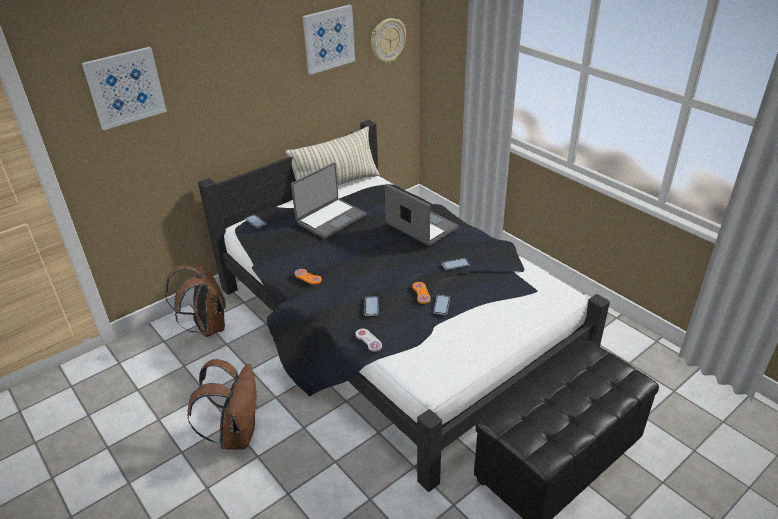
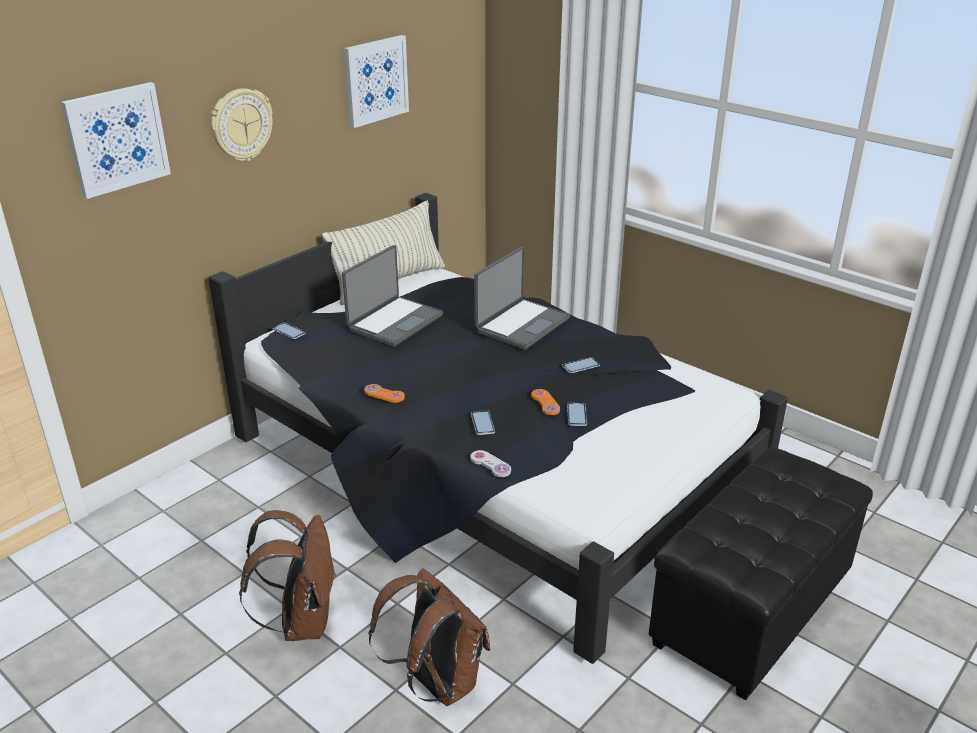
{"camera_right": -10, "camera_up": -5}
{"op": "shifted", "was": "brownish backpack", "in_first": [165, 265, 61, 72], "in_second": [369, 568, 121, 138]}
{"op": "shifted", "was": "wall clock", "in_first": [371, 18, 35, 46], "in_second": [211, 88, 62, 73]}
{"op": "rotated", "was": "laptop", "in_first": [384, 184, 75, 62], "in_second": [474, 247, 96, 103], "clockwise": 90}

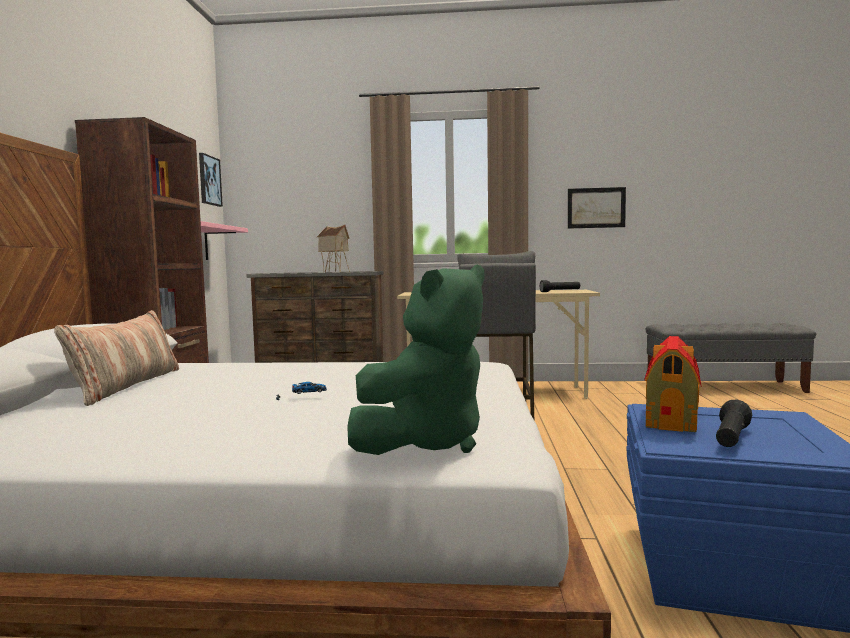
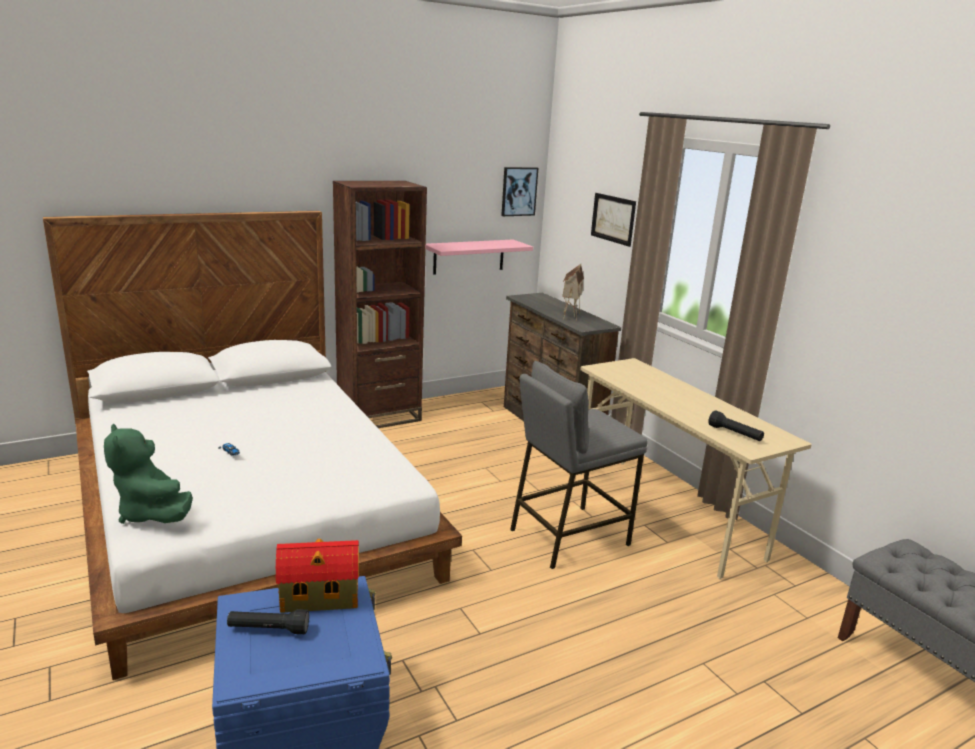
{"camera_right": 55, "camera_up": 15}
{"op": "gone", "was": "throw pillow", "in_first": [54, 310, 125, 96]}
{"op": "rotated", "was": "green-coloured cuddly toy", "in_first": [347, 265, 138, 190], "in_second": [104, 424, 89, 100], "clockwise": 45}
{"op": "shifted", "was": "picture", "in_first": [568, 187, 58, 42], "in_second": [591, 193, 45, 54]}

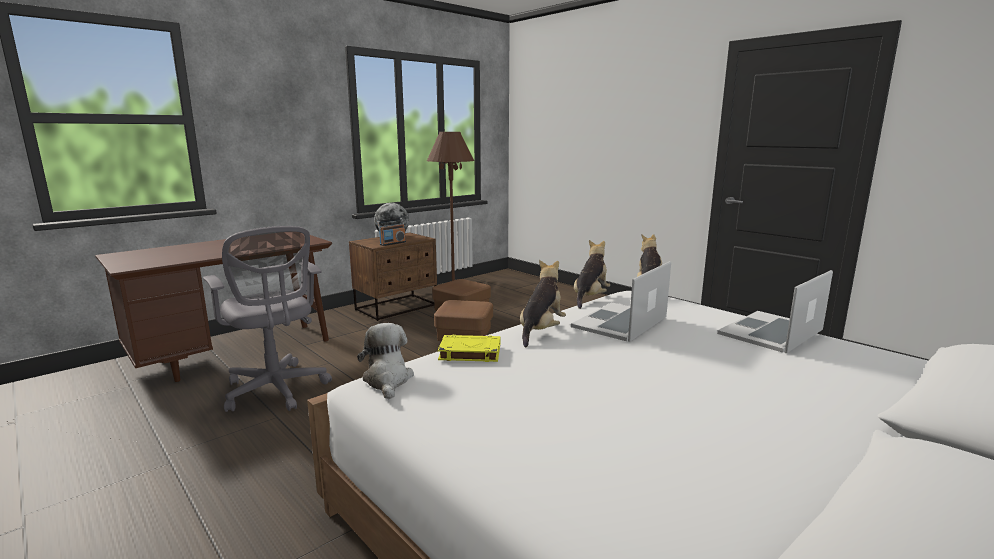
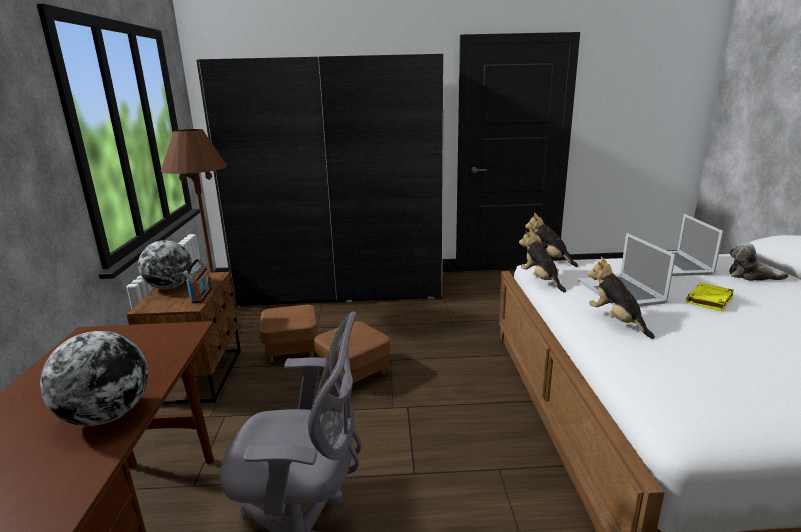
{"camera_right": -50, "camera_up": 5}
{"op": "shifted", "was": "cuddly toy", "in_first": [357, 323, 57, 77], "in_second": [729, 242, 60, 39]}
{"op": "shifted", "was": "yellowish bound book", "in_first": [438, 335, 62, 27], "in_second": [686, 283, 48, 28]}
{"op": "new", "now": "world globe", "in_second": [40, 331, 108, 95]}
{"op": "new", "now": "gray armoire", "in_second": [196, 54, 248, 253]}

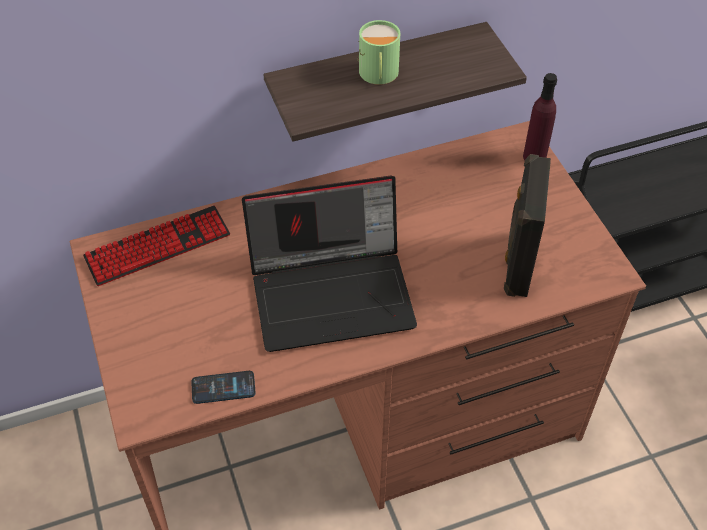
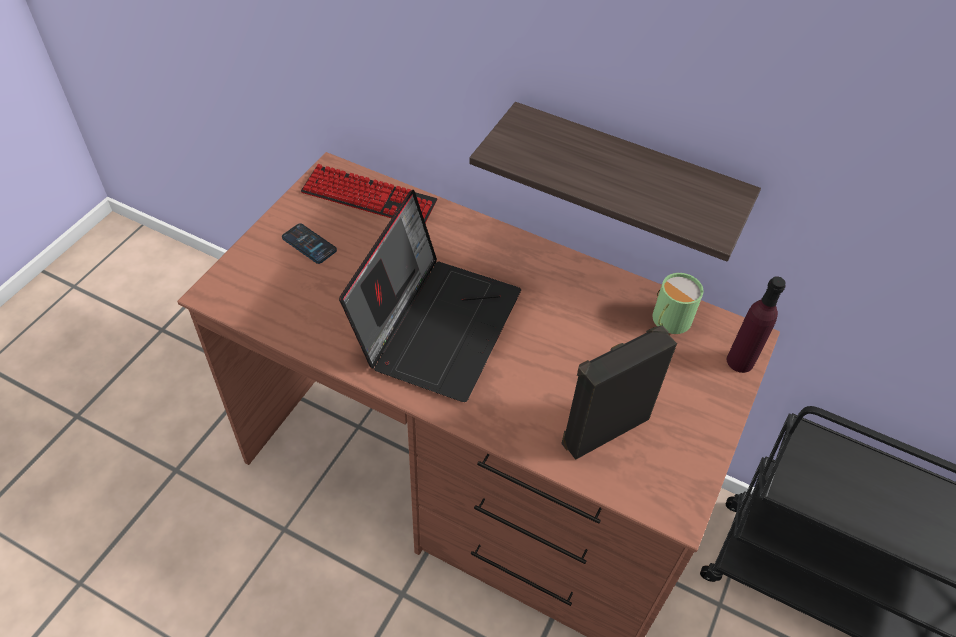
{"camera_right": 45, "camera_up": 0}
{"op": "shifted", "was": "telephone", "in_first": [191, 371, 65, 33], "in_second": [282, 223, 55, 41]}
{"op": "rotated", "was": "laptop", "in_first": [242, 176, 175, 176], "in_second": [339, 190, 182, 212], "clockwise": -105}
{"op": "shifted", "was": "green-coloured tea mug", "in_first": [358, 20, 42, 65], "in_second": [653, 273, 50, 61]}

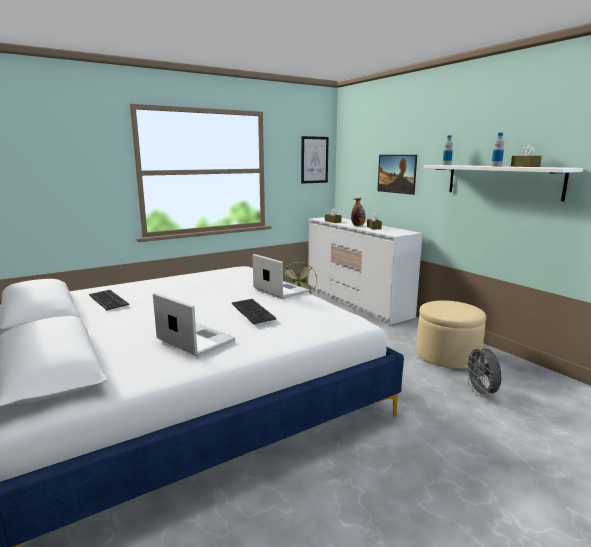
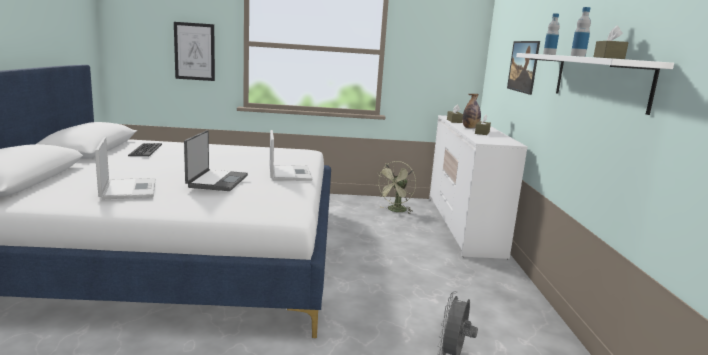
{"camera_right": 30, "camera_up": 0}
{"op": "swapped", "was": "keyboard", "now": "laptop", "in_first": [232, 299, 44, 25], "in_second": [184, 130, 64, 61]}
{"op": "shifted", "was": "picture", "in_first": [301, 136, 28, 48], "in_second": [174, 22, 41, 59]}
{"op": "gone", "was": "beige ottoman", "in_first": [416, 301, 70, 68]}

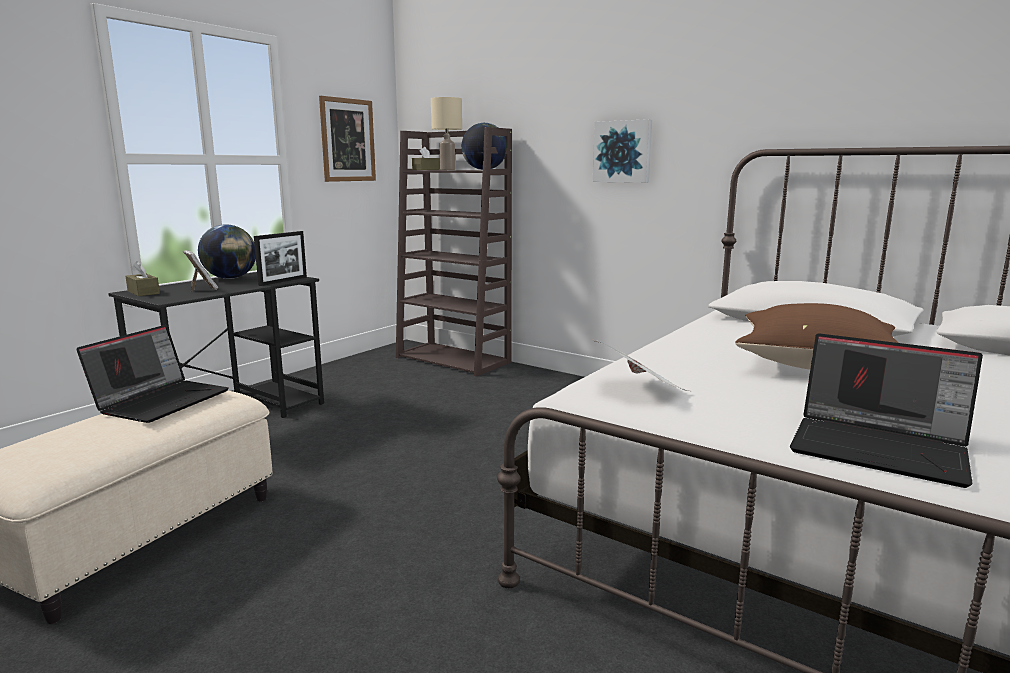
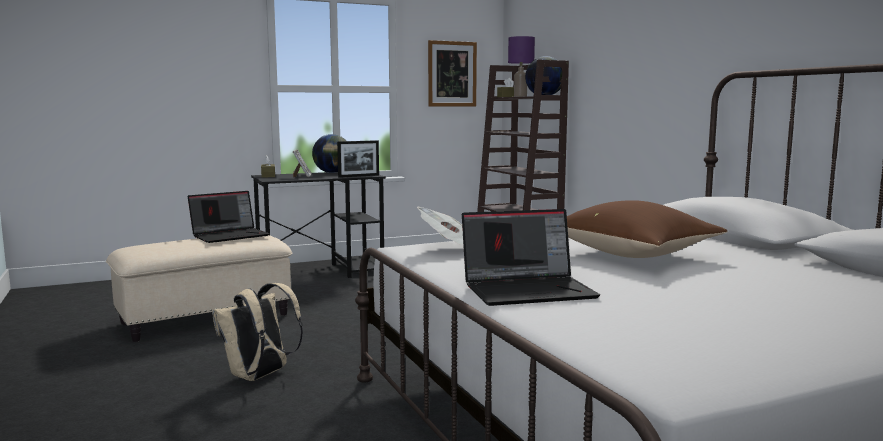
{"camera_right": 30, "camera_up": -5}
{"op": "repainted", "was": "beige table lamp", "now": "purple-coloured table lamp", "in_first": [431, 97, 31, 73], "in_second": [508, 36, 27, 61]}
{"op": "gone", "was": "picture", "in_first": [593, 119, 59, 64]}
{"op": "rotated", "was": "laptop", "in_first": [790, 333, 193, 155], "in_second": [462, 209, 138, 97], "clockwise": -75}
{"op": "new", "now": "beige backpack", "in_second": [212, 283, 91, 98]}

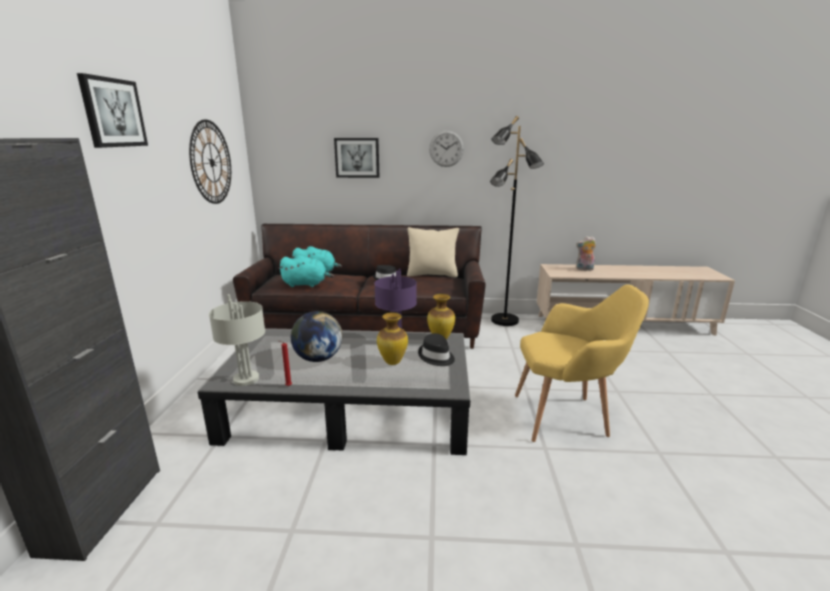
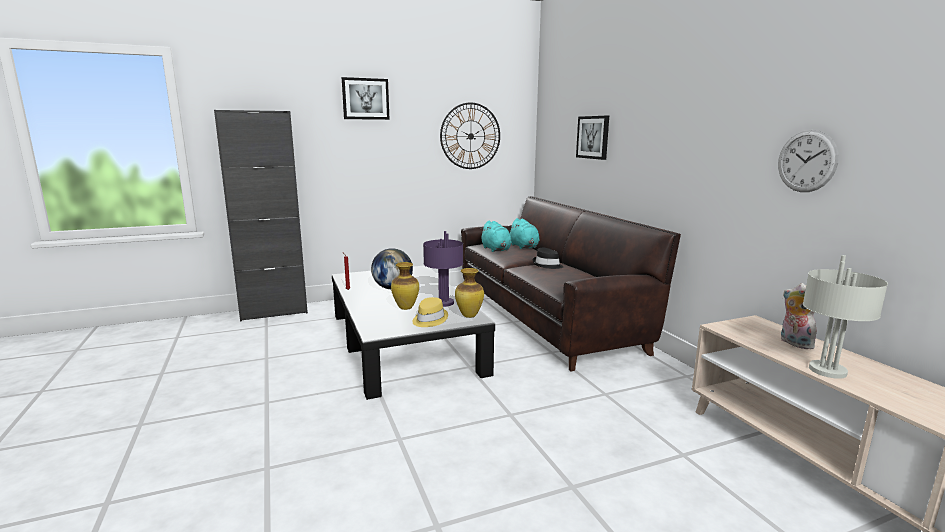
{"camera_right": 65, "camera_up": -5}
{"op": "shifted", "was": "gray table lamp", "in_first": [209, 294, 56, 92], "in_second": [803, 255, 85, 124]}
{"op": "gone", "was": "beige throw pillow", "in_first": [407, 227, 52, 50]}
{"op": "repainted", "was": "black-coloured clothing hat", "now": "yellowish clothing hat", "in_first": [418, 333, 37, 33], "in_second": [412, 297, 36, 30]}
{"op": "shifted", "was": "wall clock", "in_first": [429, 130, 35, 37], "in_second": [778, 130, 61, 62]}
{"op": "gone", "was": "black-coloured floor lamp", "in_first": [490, 116, 54, 210]}
{"op": "gone", "was": "yellowish armchair", "in_first": [515, 284, 134, 158]}

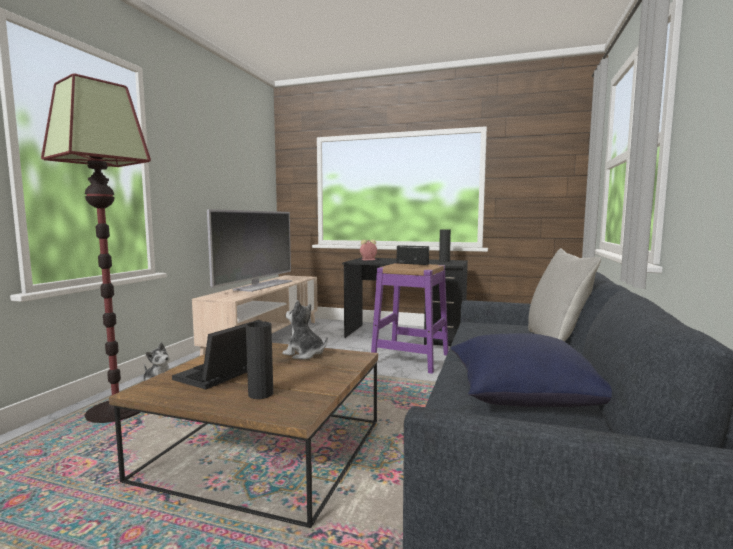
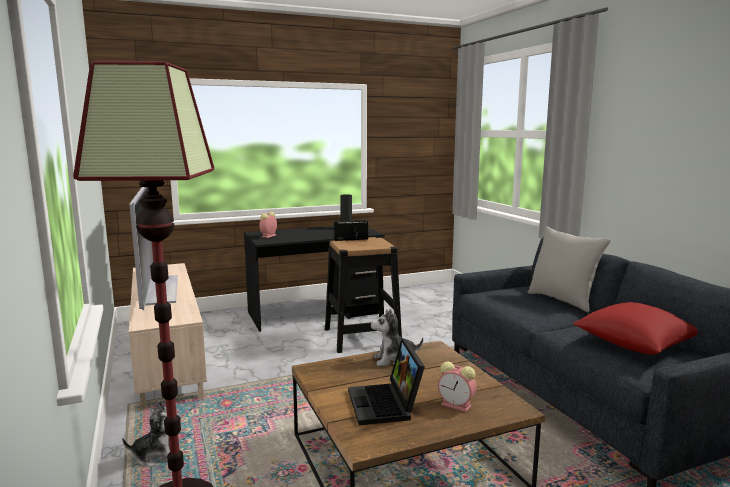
{"camera_right": -40, "camera_up": 5}
{"op": "swapped", "was": "black-coloured flower vase", "now": "table clock", "in_first": [246, 321, 27, 78], "in_second": [438, 361, 39, 51]}
{"op": "repainted", "was": "purple-coloured stool", "now": "black-coloured stool", "in_first": [371, 263, 78, 111], "in_second": [325, 237, 77, 116]}
{"op": "repainted", "was": "blue throw pillow", "now": "red throw pillow", "in_first": [451, 333, 161, 74], "in_second": [573, 302, 125, 53]}

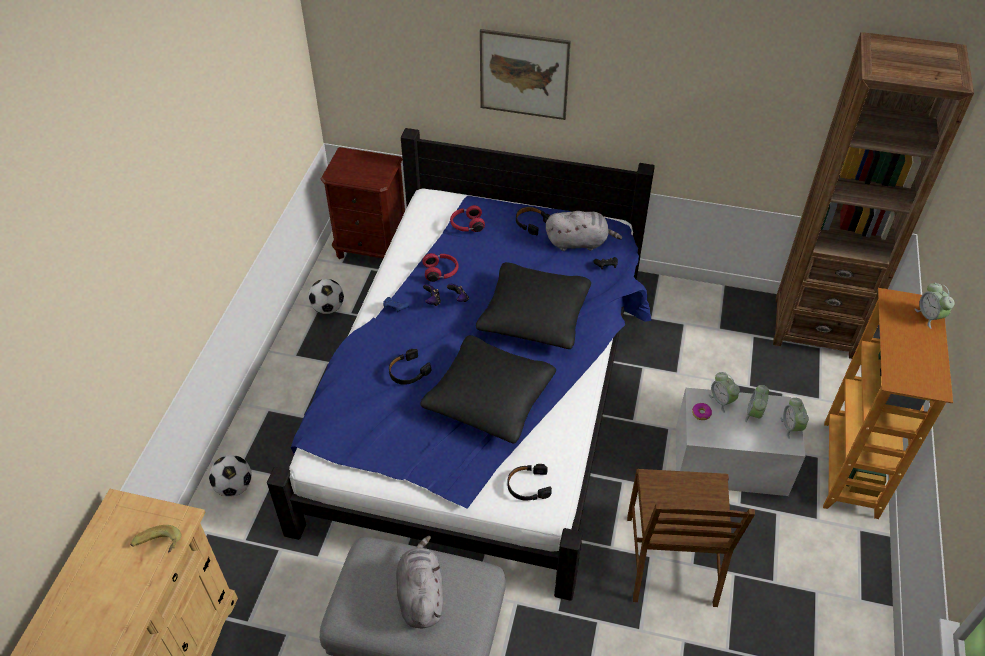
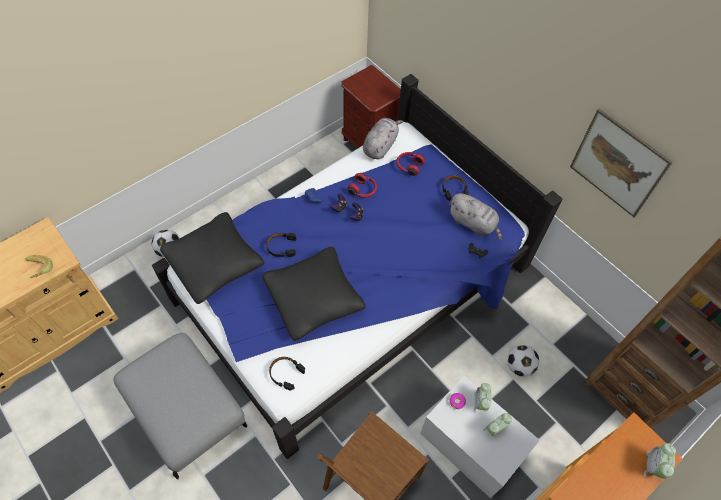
{"camera_right": 35, "camera_up": 10}
{"op": "shifted", "was": "football ball", "in_first": [308, 279, 36, 35], "in_second": [507, 345, 32, 32]}
{"op": "shifted", "was": "gray cuddly toy", "in_first": [396, 536, 47, 93], "in_second": [363, 118, 40, 41]}
{"op": "shifted", "was": "black-coloured throw pillow", "in_first": [476, 262, 115, 87], "in_second": [160, 212, 104, 92]}
{"op": "shifted", "was": "picture", "in_first": [480, 29, 91, 91], "in_second": [570, 109, 103, 108]}
{"op": "gone", "was": "table clock", "in_first": [780, 397, 29, 42]}

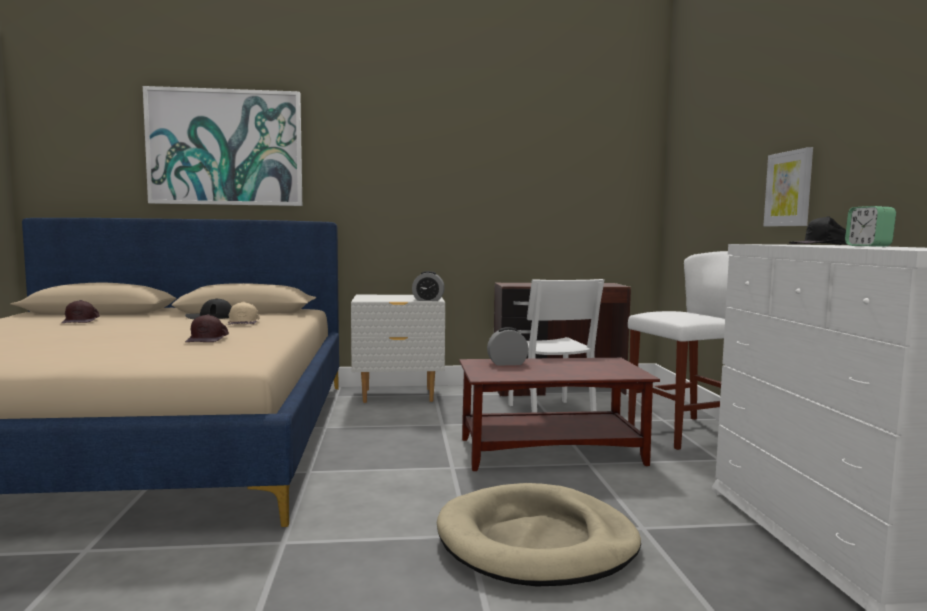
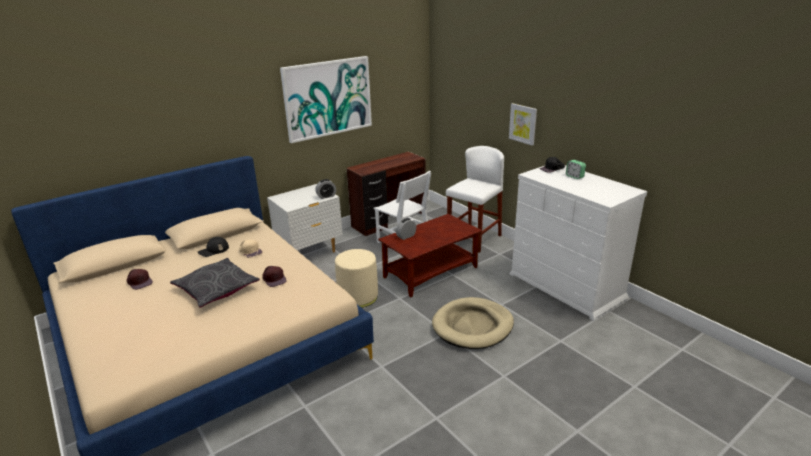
{"camera_right": -30, "camera_up": 20}
{"op": "shifted", "was": "picture", "in_first": [143, 86, 159, 120], "in_second": [280, 56, 92, 87]}
{"op": "new", "now": "gray throw pillow", "in_second": [170, 258, 90, 50]}
{"op": "new", "now": "beige ottoman", "in_second": [335, 249, 43, 59]}

